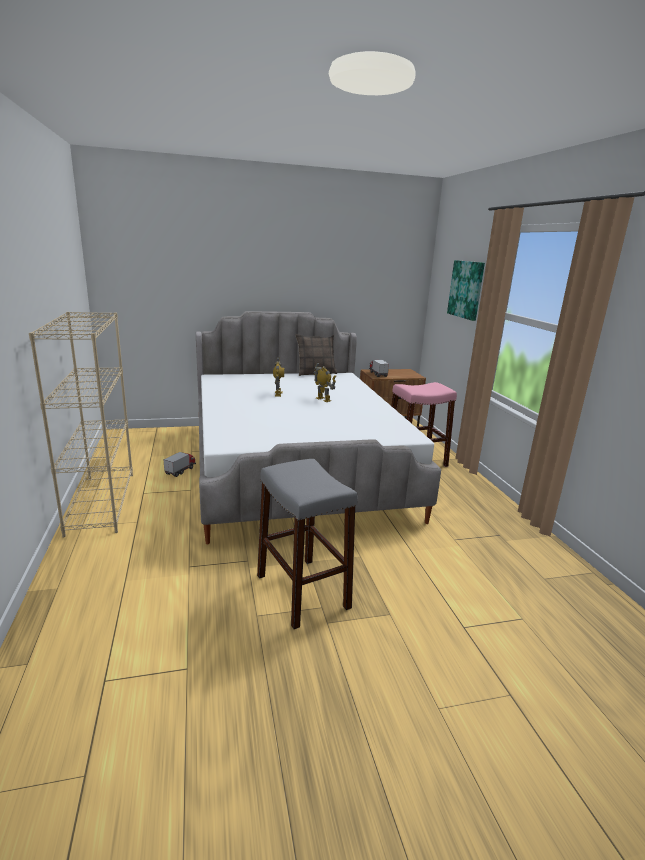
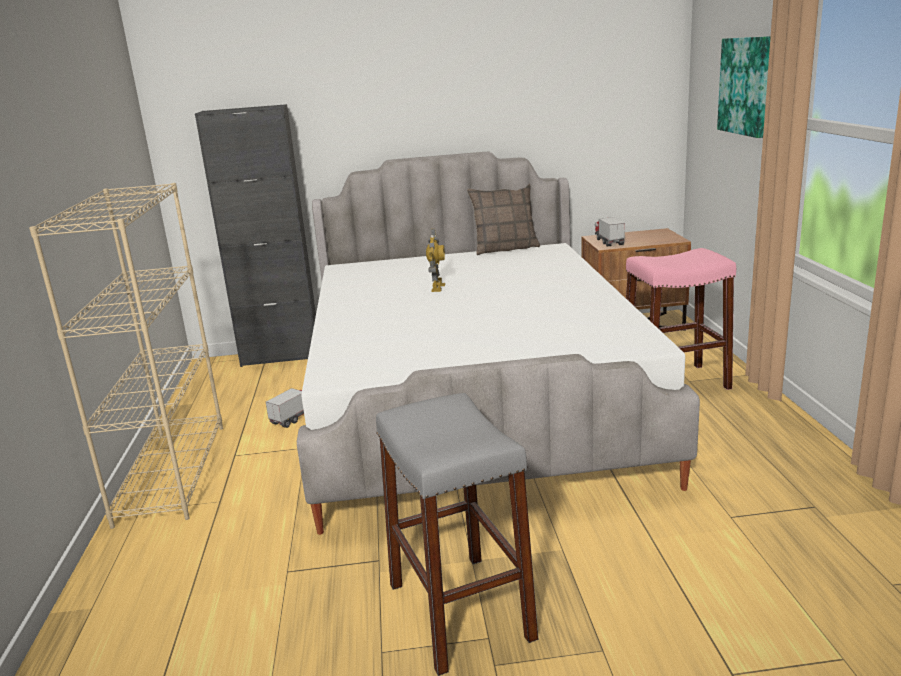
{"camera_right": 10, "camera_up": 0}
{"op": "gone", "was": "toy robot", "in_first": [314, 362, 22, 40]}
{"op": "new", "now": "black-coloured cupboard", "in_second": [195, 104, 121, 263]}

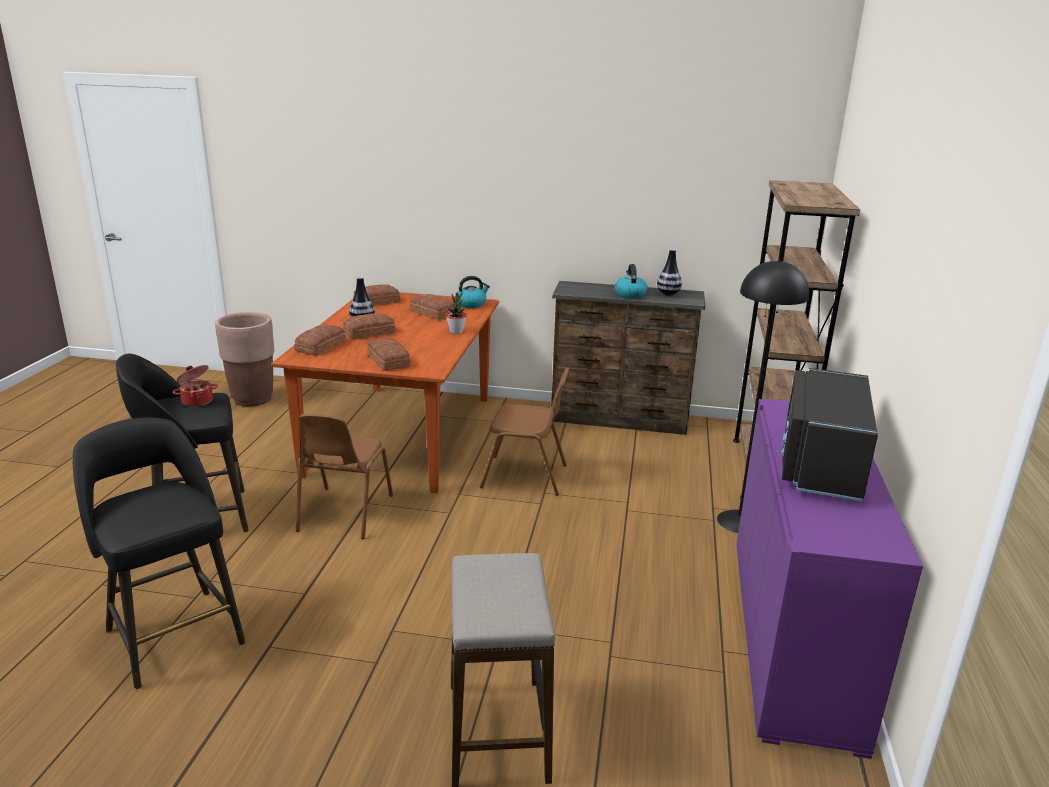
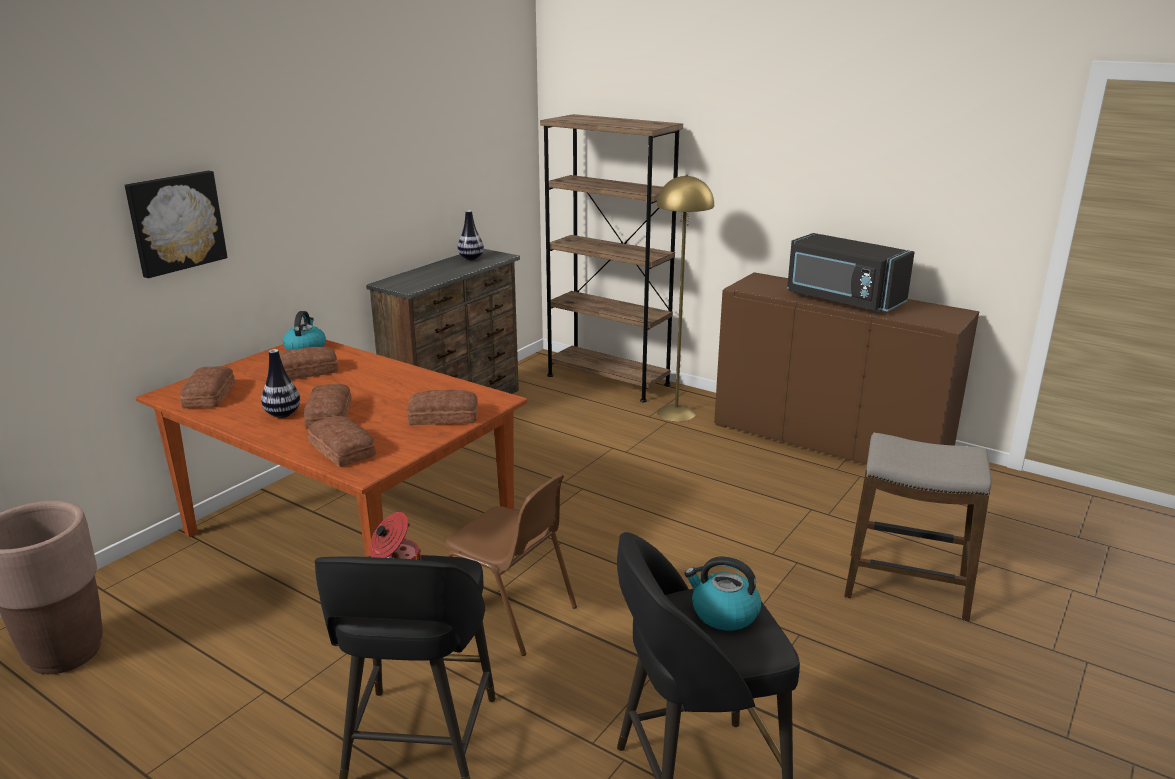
{"camera_right": -65, "camera_up": 0}
{"op": "gone", "was": "houseplant", "in_first": [446, 291, 21, 43]}
{"op": "gone", "was": "brownish upright chair", "in_first": [480, 367, 89, 129]}
{"op": "shifted", "was": "kettle", "in_first": [615, 264, 32, 34], "in_second": [684, 556, 77, 74]}
{"op": "repainted", "was": "black-coloured floor lamp", "now": "yellowish floor lamp", "in_first": [717, 260, 92, 273], "in_second": [656, 174, 58, 248]}
{"op": "repainted", "was": "purple-coloured cupboard", "now": "brownish cupboard", "in_first": [736, 399, 187, 360], "in_second": [714, 272, 265, 193]}
{"op": "new", "now": "picture", "in_second": [125, 171, 102, 107]}

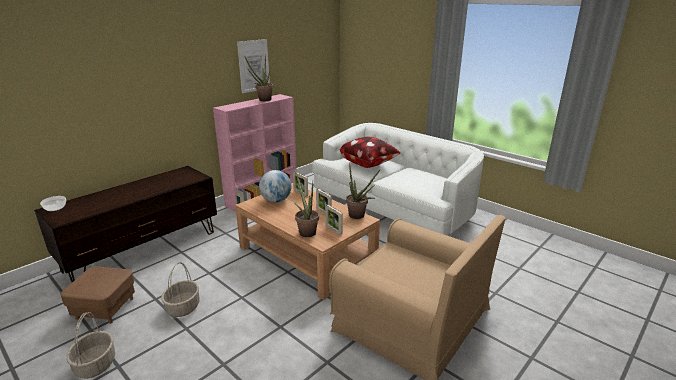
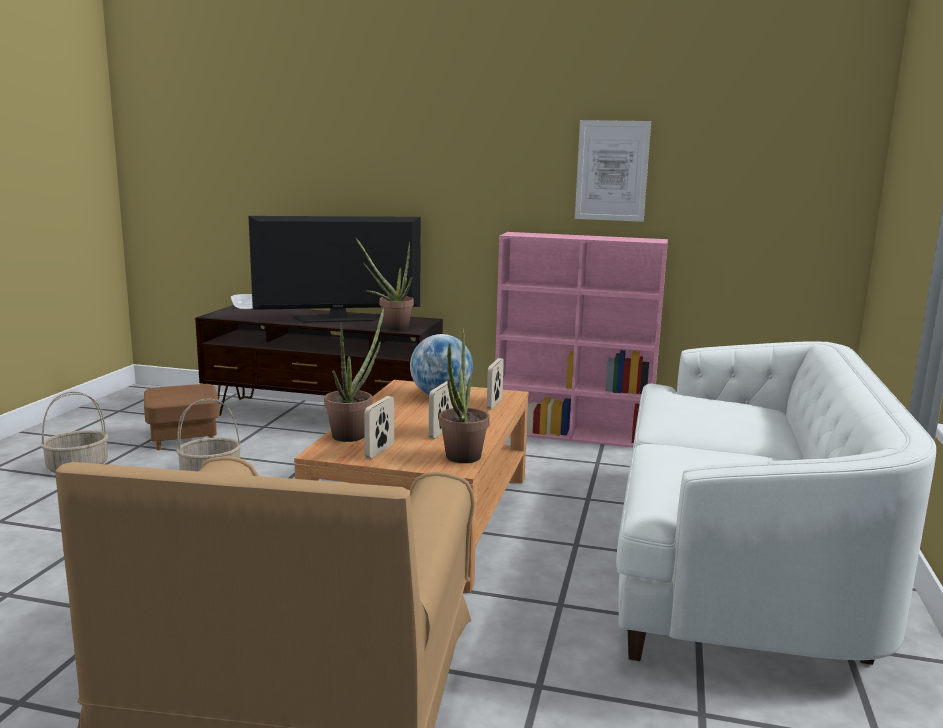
{"camera_right": 60, "camera_up": -10}
{"op": "shifted", "was": "houseplant", "in_first": [244, 55, 29, 46], "in_second": [356, 238, 58, 93]}
{"op": "gone", "was": "throw pillow", "in_first": [340, 137, 60, 31]}
{"op": "new", "now": "TV", "in_second": [248, 216, 173, 107]}

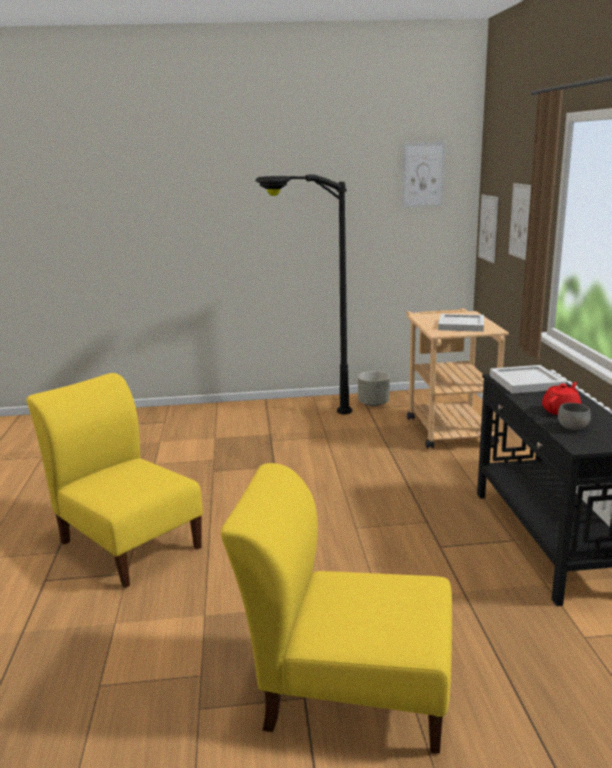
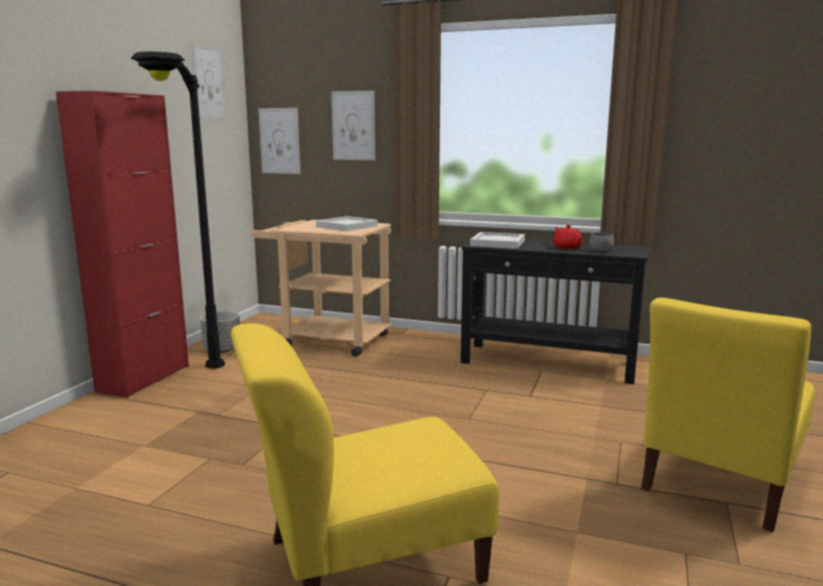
{"camera_right": -65, "camera_up": -5}
{"op": "new", "now": "red cupboard", "in_second": [56, 91, 133, 307]}

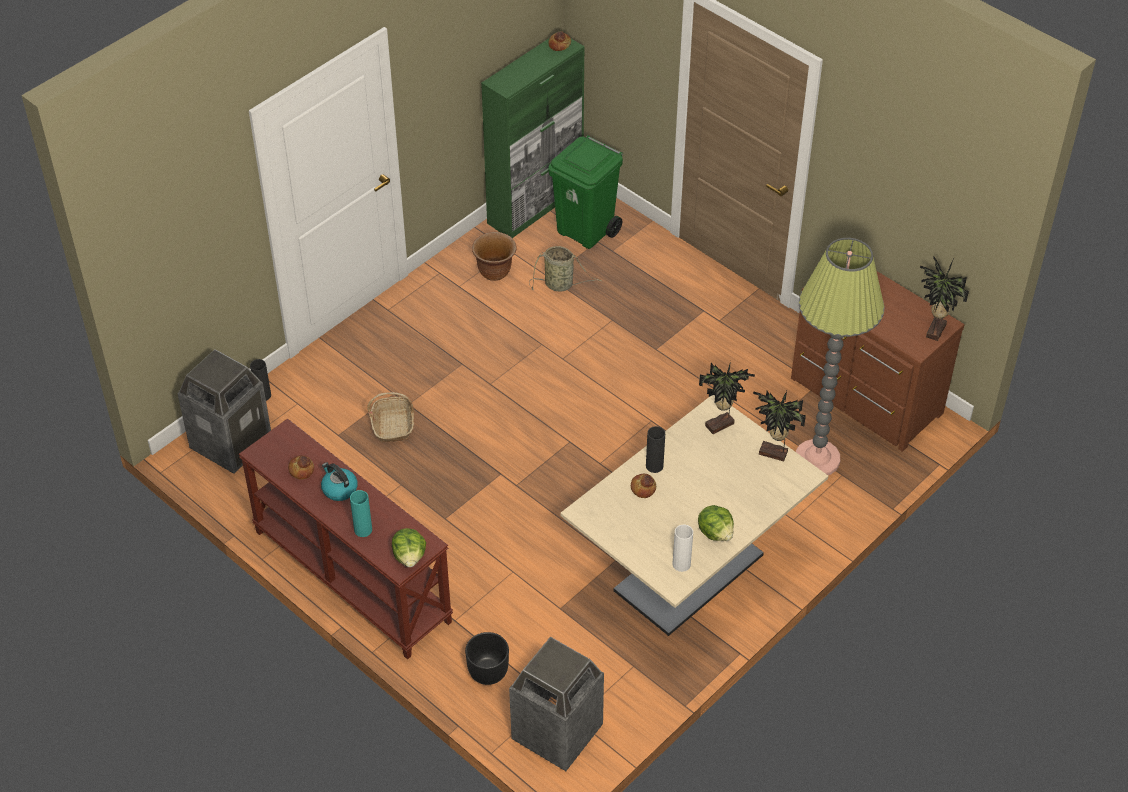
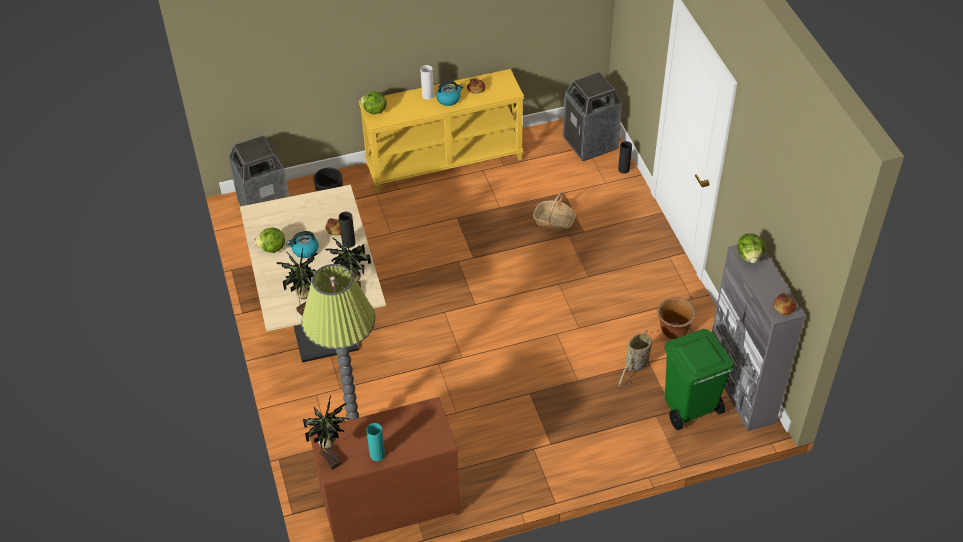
{"camera_right": 120, "camera_up": 0}
{"op": "repainted", "was": "brownish narrow table", "now": "yellowish narrow table", "in_first": [239, 418, 214, 241], "in_second": [359, 69, 165, 123]}
{"op": "shifted", "was": "turquoise flower vase", "in_first": [350, 490, 22, 47], "in_second": [366, 423, 19, 38]}
{"op": "repainted", "was": "green-coloured cupboard", "now": "gray cupboard", "in_first": [481, 38, 104, 200], "in_second": [712, 244, 93, 187]}
{"op": "shifted", "was": "white flower vase", "in_first": [672, 524, 21, 48], "in_second": [420, 65, 14, 35]}
{"op": "new", "now": "kettle", "in_second": [286, 231, 33, 27]}
{"op": "new", "now": "lettuce", "in_second": [738, 233, 27, 30]}

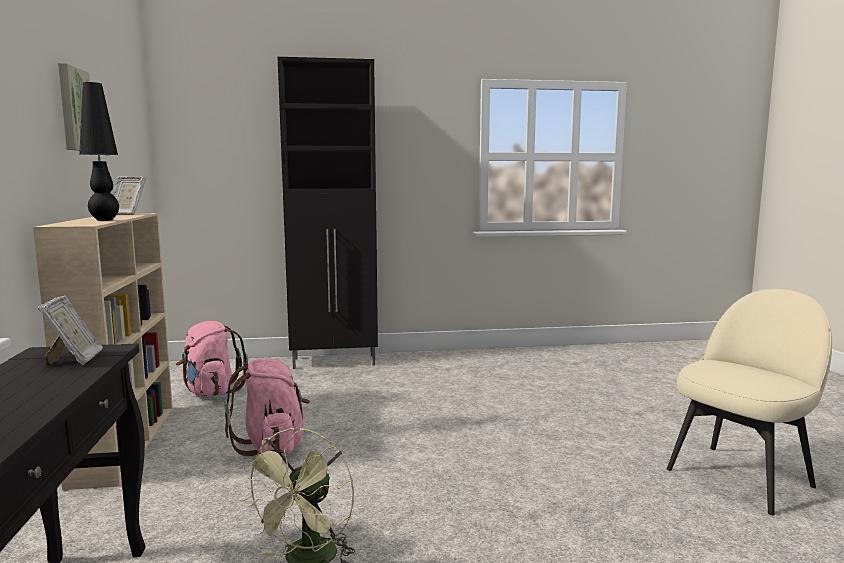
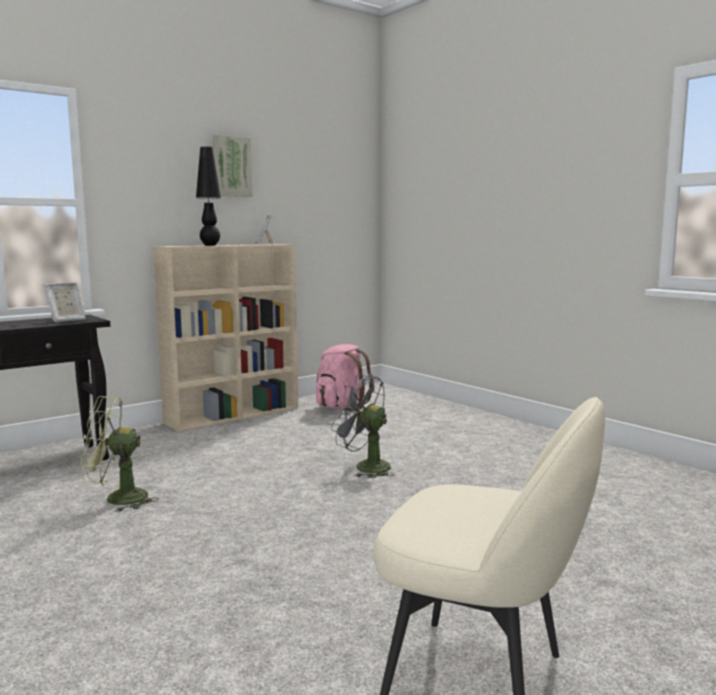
{"camera_right": 60, "camera_up": 0}
{"op": "gone", "was": "pinkish backpack", "in_first": [225, 358, 85, 98]}
{"op": "gone", "was": "black-coloured cupboard", "in_first": [278, 57, 100, 312]}
{"op": "new", "now": "gray fan", "in_second": [331, 374, 64, 104]}

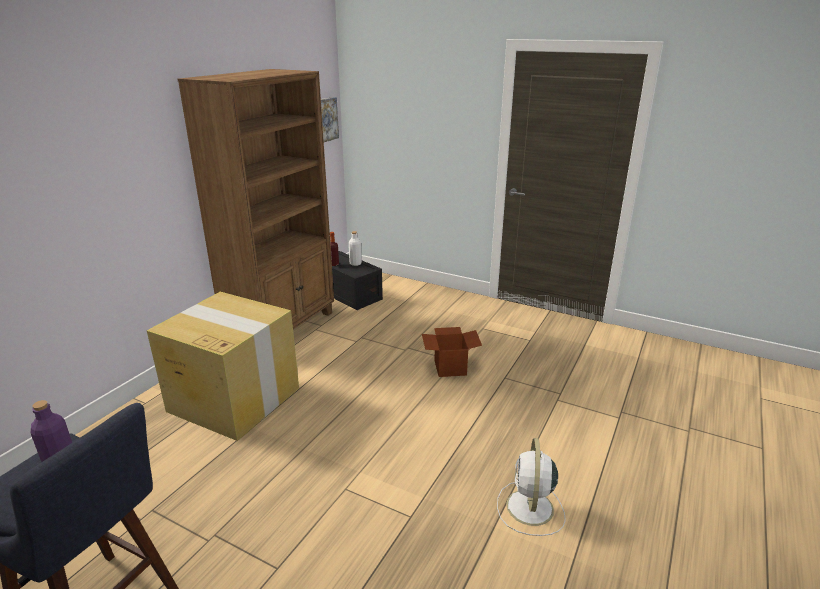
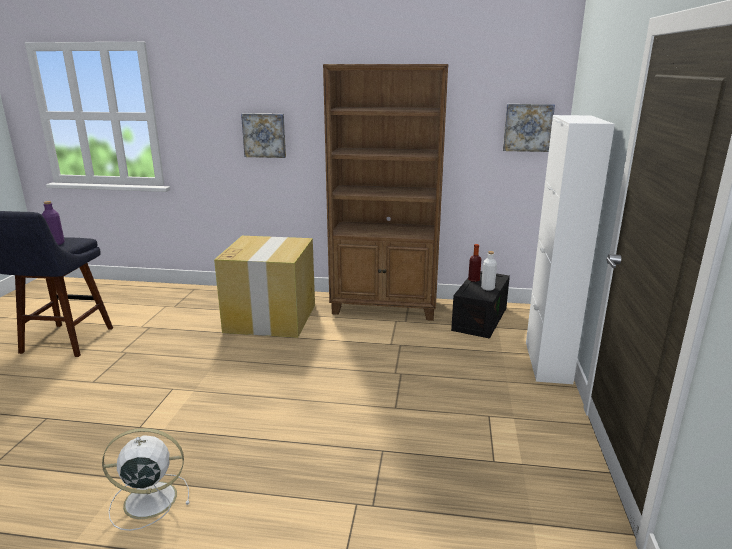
{"camera_right": 70, "camera_up": -5}
{"op": "gone", "was": "cardboard box", "in_first": [422, 327, 60, 50]}
{"op": "new", "now": "picture", "in_second": [241, 113, 45, 45]}
{"op": "new", "now": "white cupboard", "in_second": [526, 115, 89, 269]}

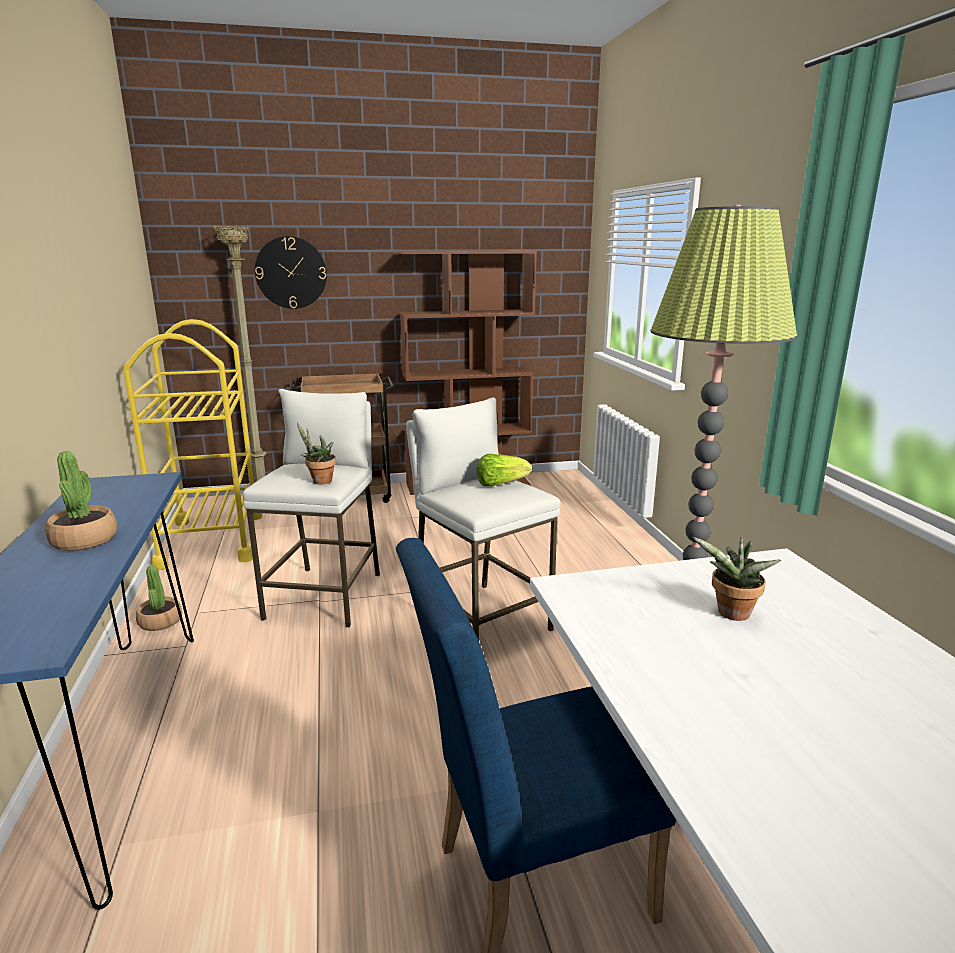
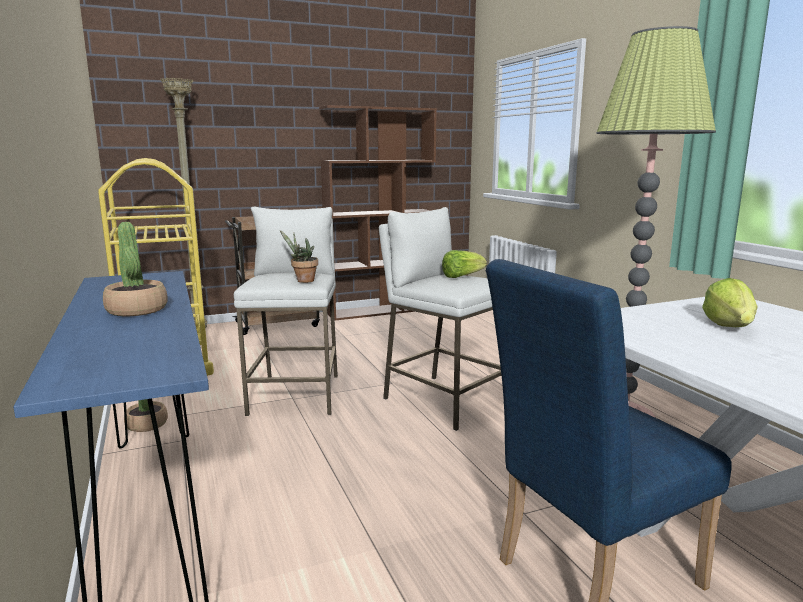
{"camera_right": -10, "camera_up": -5}
{"op": "gone", "was": "wall clock", "in_first": [255, 236, 72, 73]}
{"op": "swapped", "was": "houseplant", "now": "lettuce", "in_first": [693, 537, 88, 84], "in_second": [702, 278, 56, 49]}

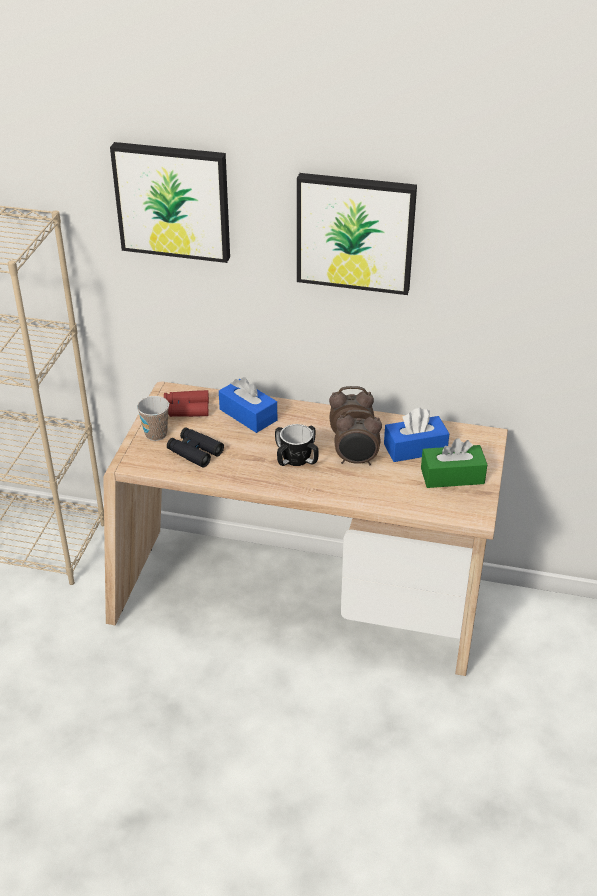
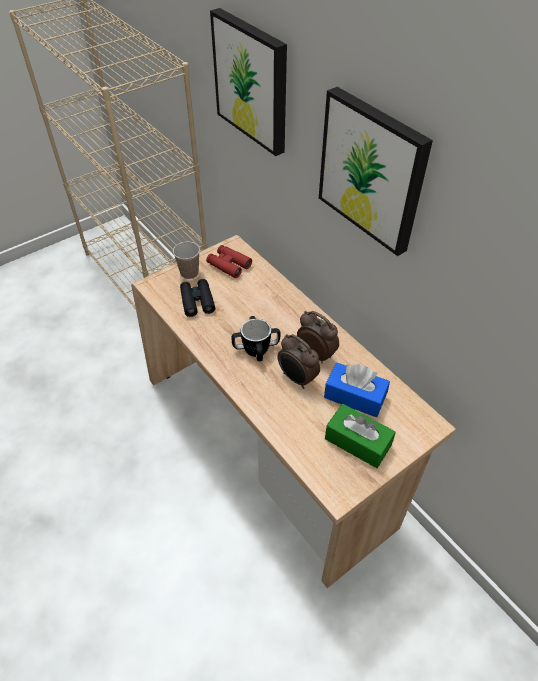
{"camera_right": 40, "camera_up": 10}
{"op": "gone", "was": "blue box of tissues", "in_first": [219, 377, 58, 56]}

